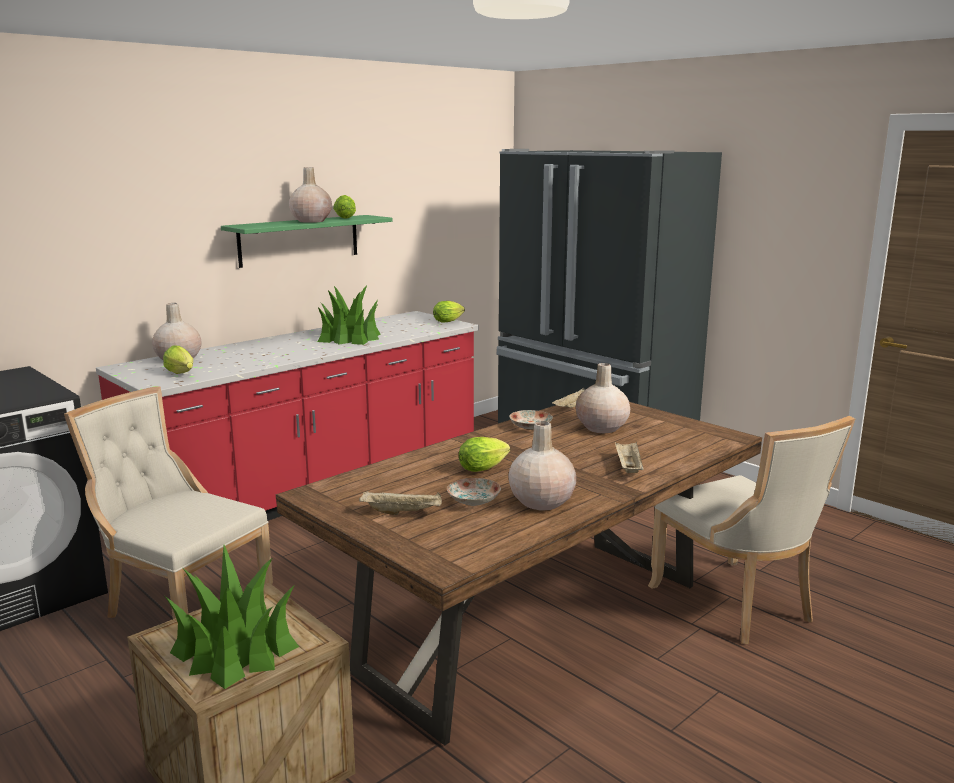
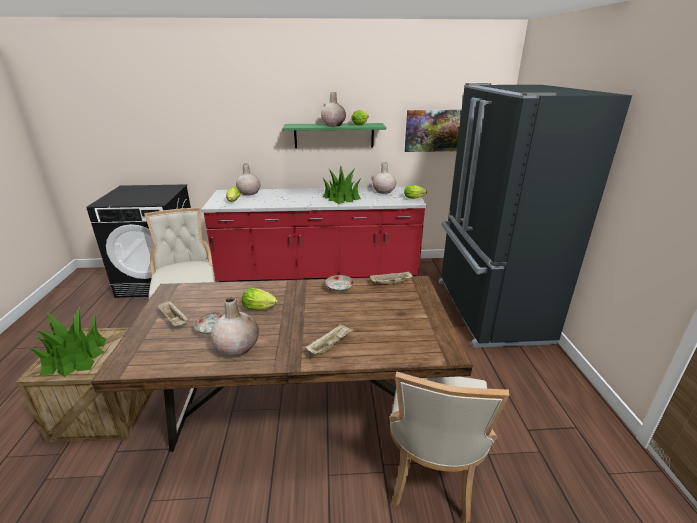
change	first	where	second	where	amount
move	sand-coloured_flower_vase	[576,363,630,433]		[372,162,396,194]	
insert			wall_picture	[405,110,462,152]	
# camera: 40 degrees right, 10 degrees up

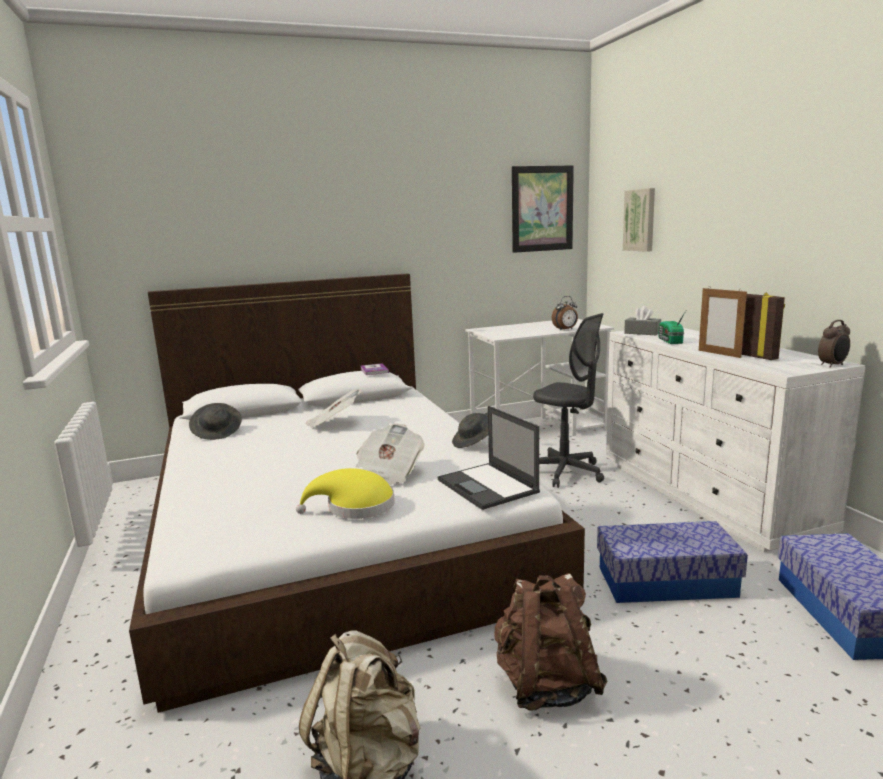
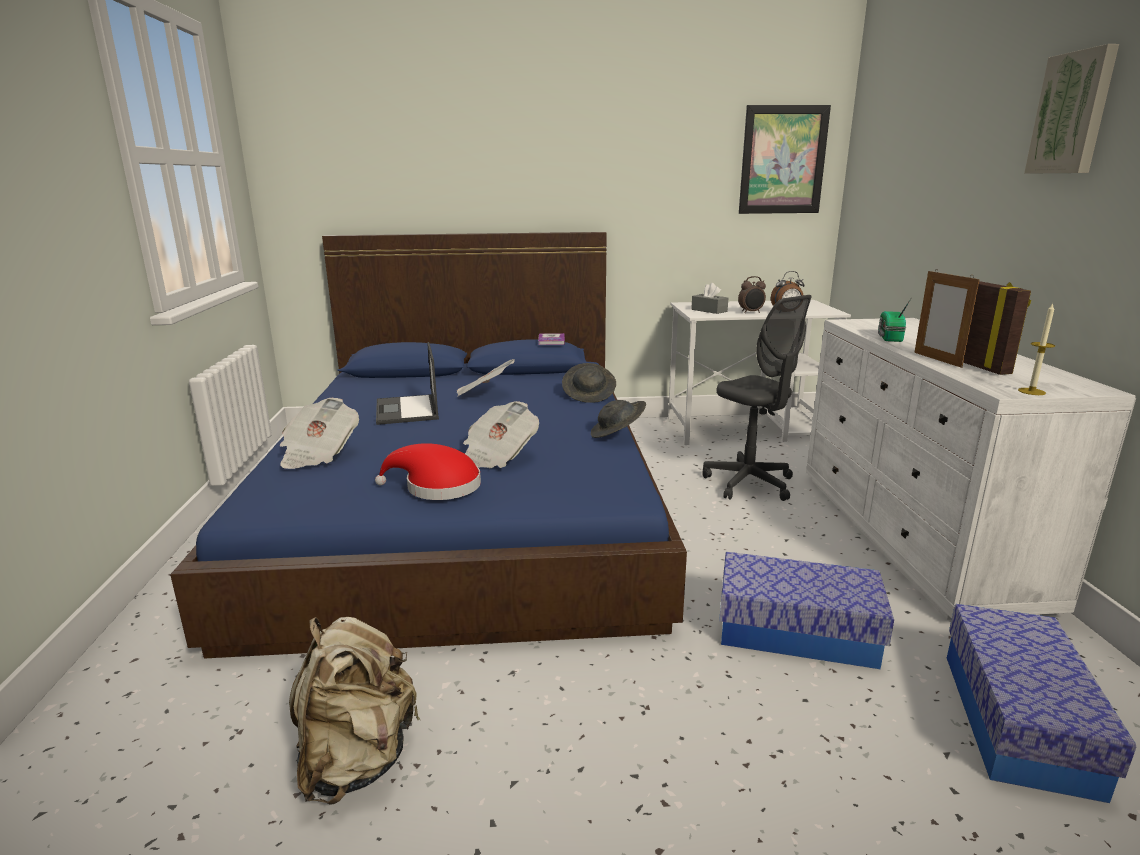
change	first	where	second	where	amount
move	wall_picture	[623,188,655,252]		[1024,44,1119,174]	
recolor	whitish_bed	[129,273,585,713]	blue-coloured_bed	[170,232,687,659]	
move	grey_box_of_tissues	[624,306,661,335]		[691,283,728,314]	
move	table_clock	[818,320,850,368]		[738,276,766,313]	
move	grey_wearable_hat	[189,403,242,440]		[562,363,616,403]	
move	laptop	[437,406,540,510]		[376,342,439,425]	
recolor	yellow_wearable_hat	[296,468,395,519]	red-coloured_wearable_hat	[375,443,481,500]	
delete	brownish_backpack	[494,573,608,711]			
insert			candle	[1018,303,1055,395]	
insert			daily_paper	[280,398,359,469]	
# camera: 15 degrees right, 5 degrees up

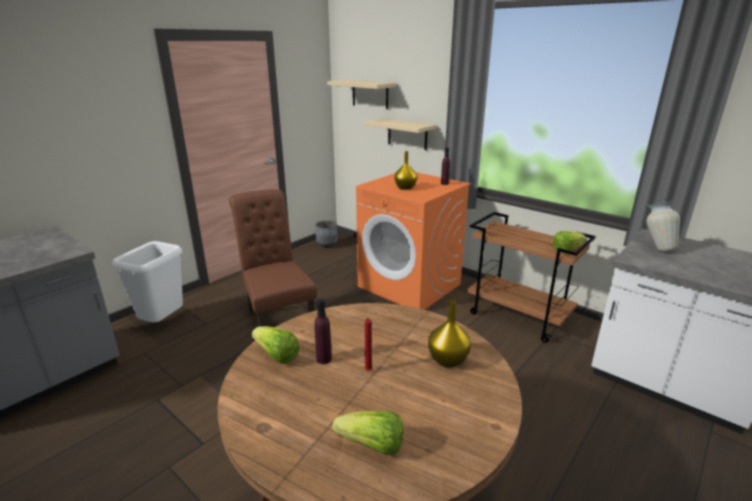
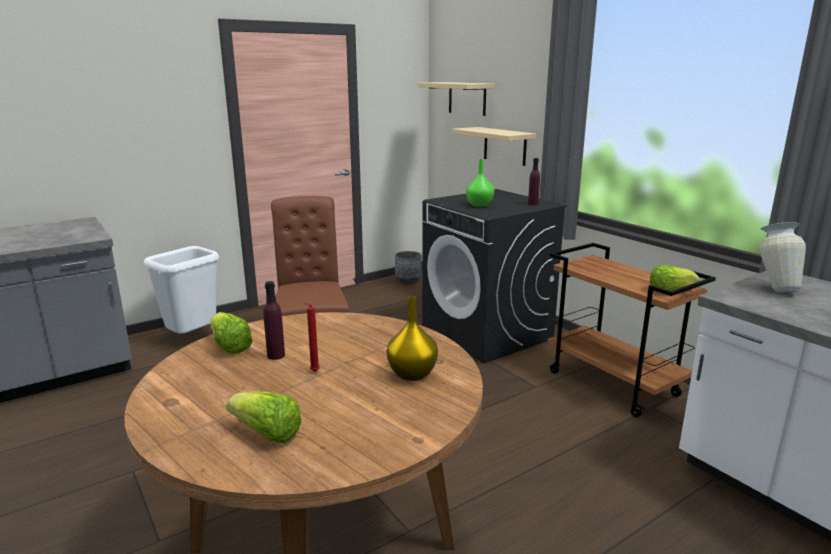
change	first	where	second	where	amount
recolor	yellow_flower_vase	[394,151,417,190]	green_flower_vase	[466,159,494,207]	
recolor	orange_washing_machine	[356,172,471,310]	black-coloured_washing_machine	[422,189,567,363]	
# camera: 15 degrees right, 5 degrees down

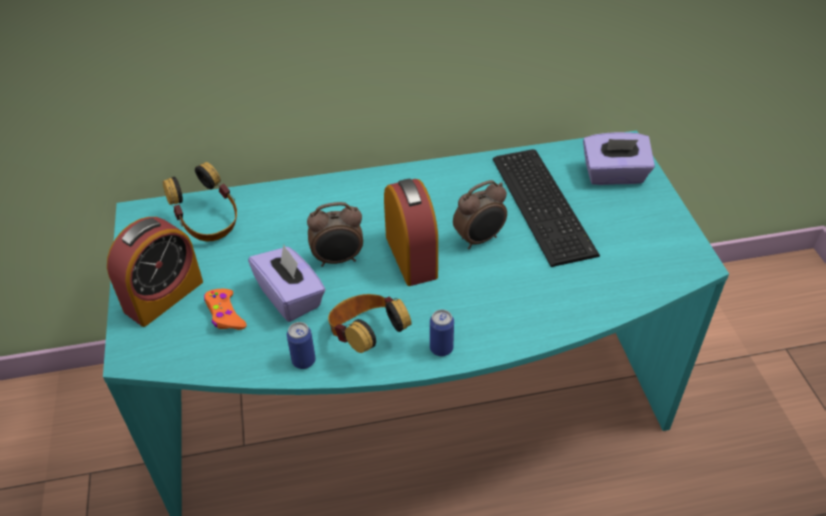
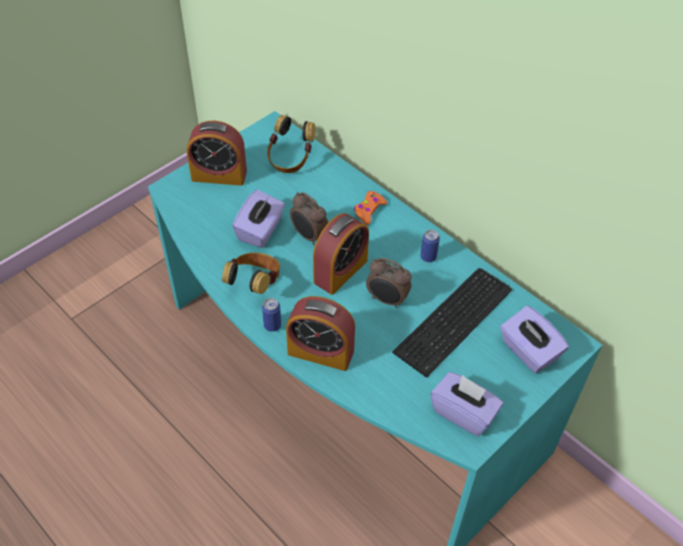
change	first	where	second	where	amount
move	orange_game_controller	[204,288,246,330]		[354,191,387,225]	
move	metal_can	[287,322,316,369]		[420,230,440,262]	
insert			table_clock	[286,296,355,371]	
insert			purplish_box_of_tissues	[431,372,503,436]	
# camera: 55 degrees right, 5 degrees up

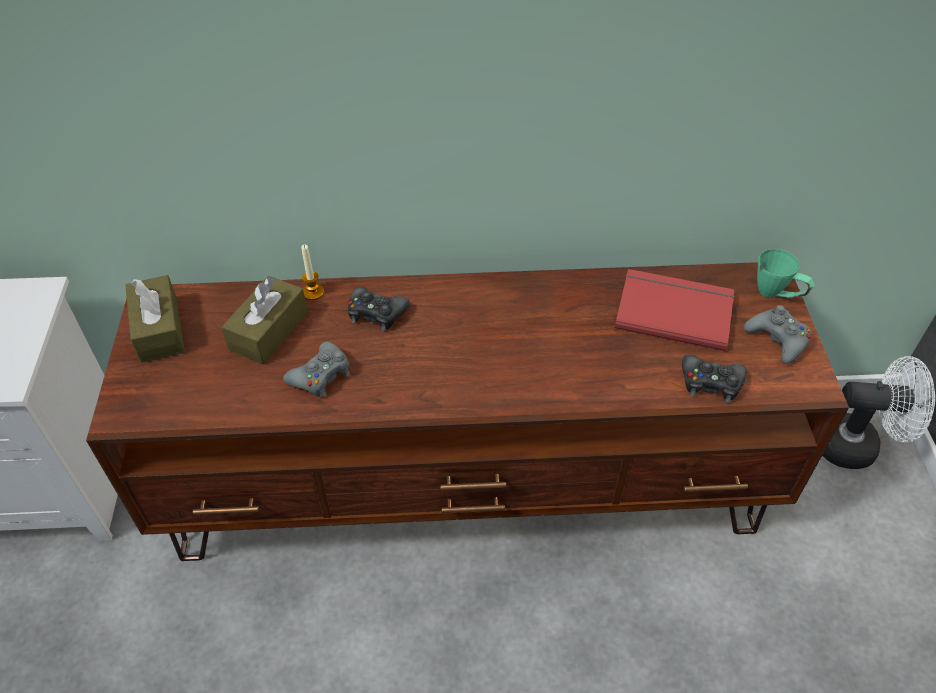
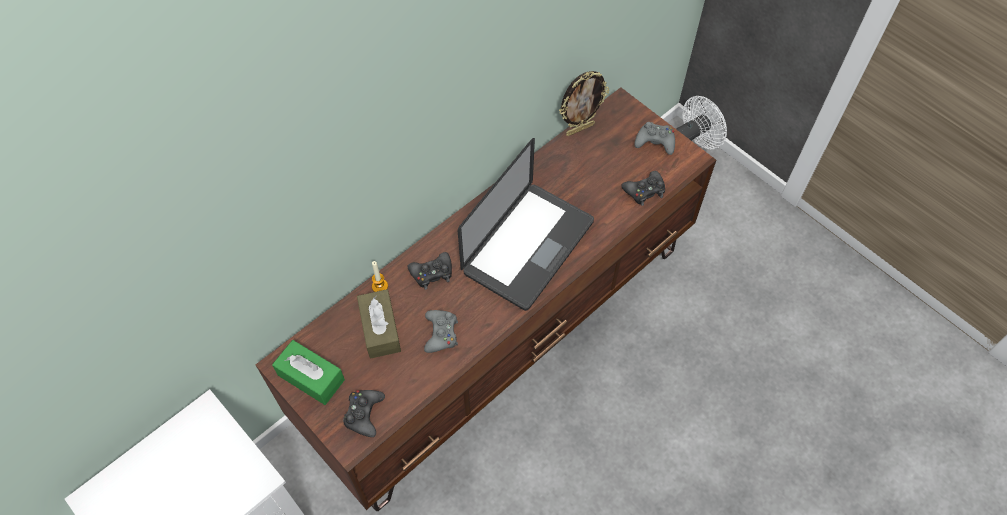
change	first	where	second	where	amount
delete	green_tea_mug	[757,249,815,299]			
delete	red-coloured_book	[615,269,734,351]			
recolor	brownish_box_of_tissues	[125,275,185,363]	green_box_of_tissues	[272,340,345,405]	
insert			standing_frame	[559,71,609,136]	
insert			laptop	[458,138,594,311]	
insert			black-coloured_game_controller	[343,390,385,437]	
# camera: 40 degrees left, 10 degrees up

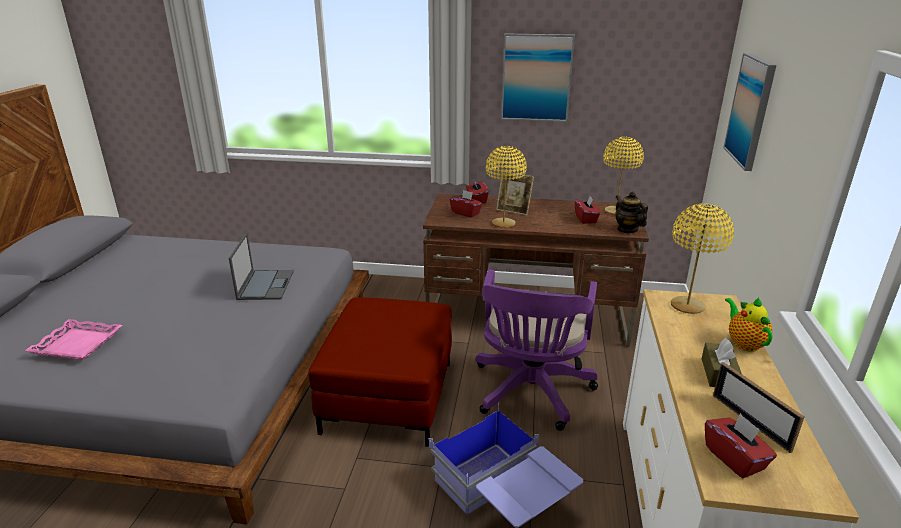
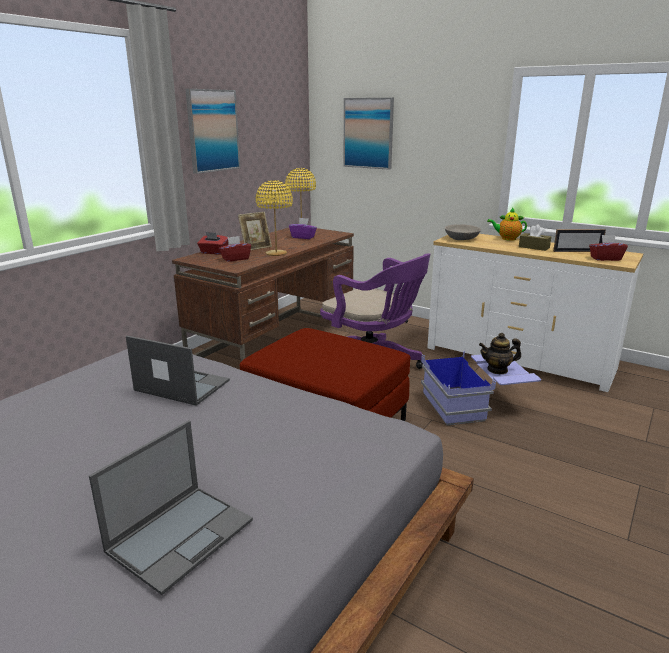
change	first	where	second	where	amount
move	pot_for_tea	[615,191,648,233]		[479,333,521,374]	
recolor	red-coloured_box_of_tissues	[575,196,600,224]	purplish_box_of_tissues	[289,218,317,239]	
replace	yellow_tabletop_lamp	[671,203,734,314]	grey_deep_dish	[445,224,481,240]	
replace	pink_serving_tray	[25,319,123,360]	laptop	[89,420,253,595]	
# camera: 65 degrees left, 5 degrees down

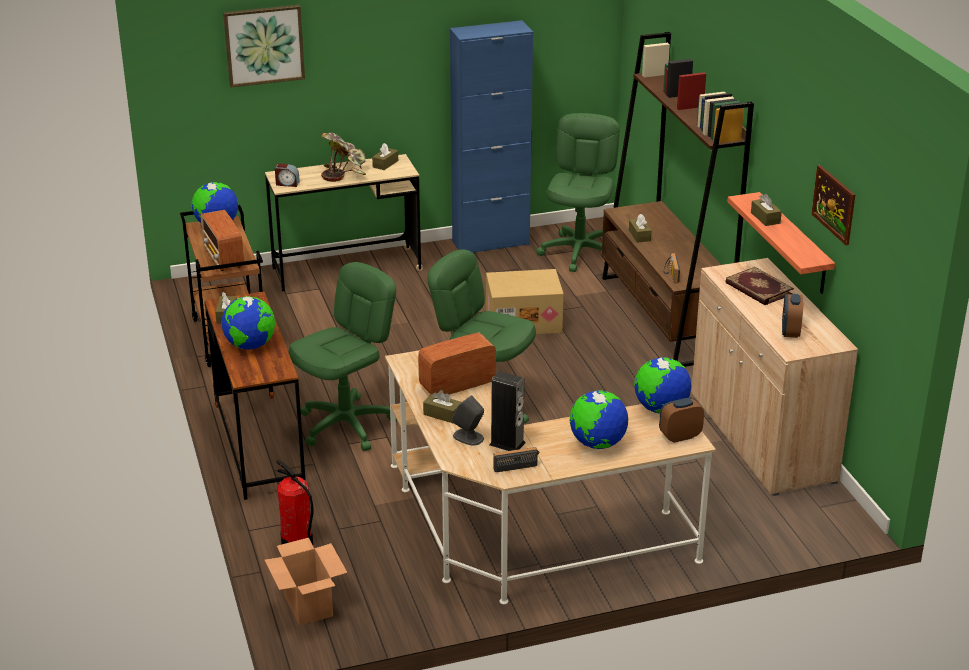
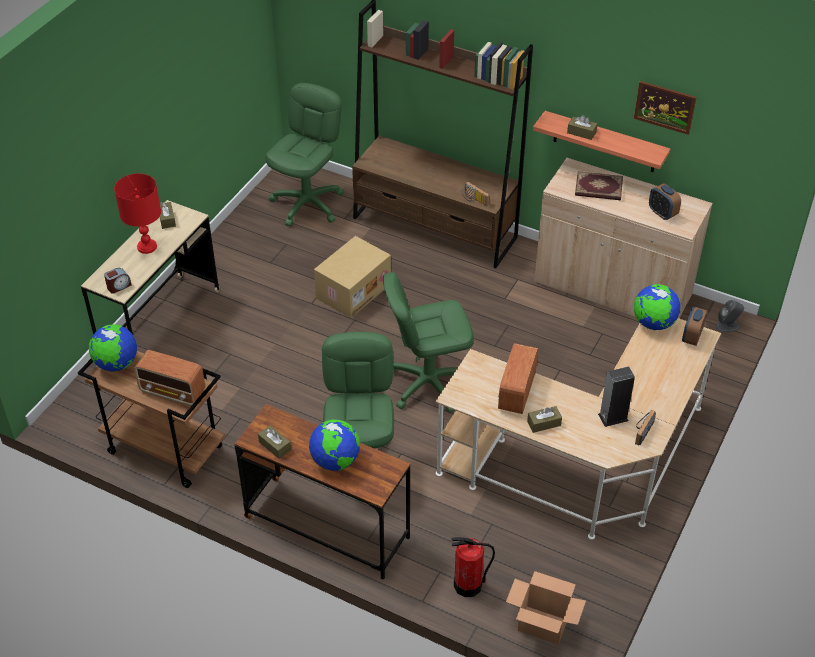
change	first	where	second	where	amount
delete	wall_picture	[223,5,305,88]			
delete	blue-coloured_storage_cabinet	[450,20,533,253]			
rotate	green_office_chair	[536,113,620,272]		[265,83,344,226]	60 degrees clockwise
replace	plant_in_a_pot	[321,132,366,182]	red-coloured_tabletop_lamp	[114,174,161,254]	
delete	brownish_box_of_tissues	[629,214,651,243]			
delete	world_globe	[569,390,628,449]			
move	grey_loudspeaker	[452,395,484,446]		[716,300,744,332]	
# camera: 45 degrees left, 15 degrees up

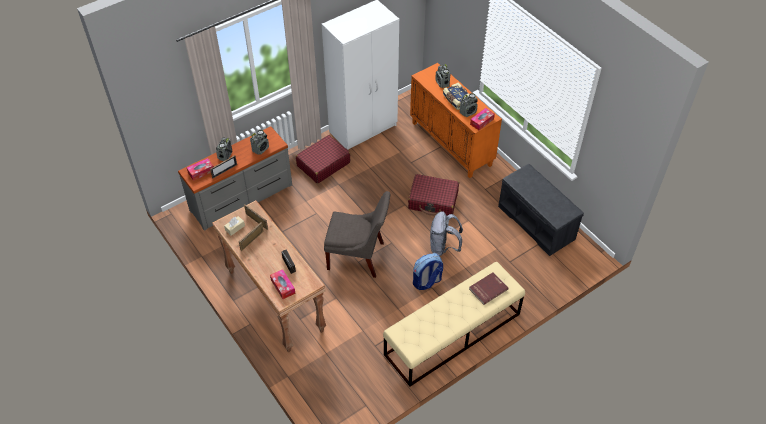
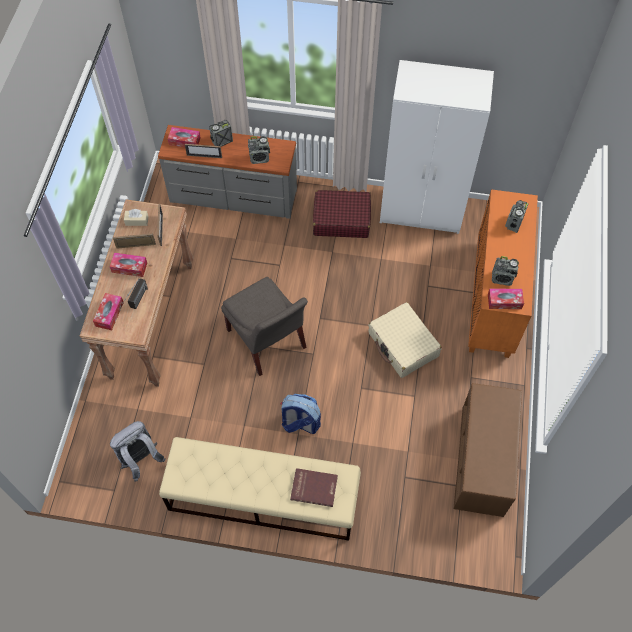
change	first	where	second	where	amount
delete	book	[443,82,469,110]			
recolor	grey_long_seat	[498,164,584,256]	brownish_long_seat	[453,383,522,517]	
recolor	red-coloured_travel_case	[408,174,459,216]	sand-coloured_travel_case	[368,302,442,378]	
move	grey_backpack	[430,211,463,256]		[110,421,165,481]	
insert			box_of_tissues	[110,253,147,277]	
# camera: 45 degrees right, 10 degrees up

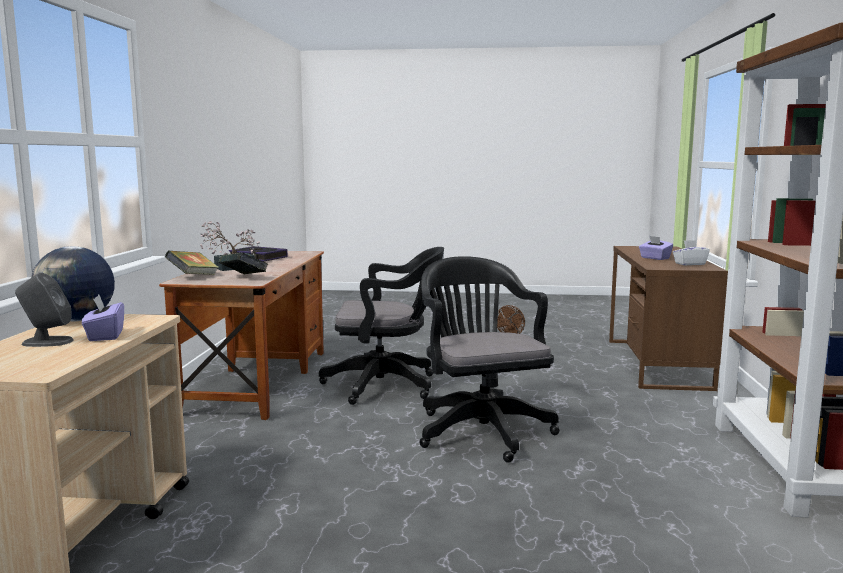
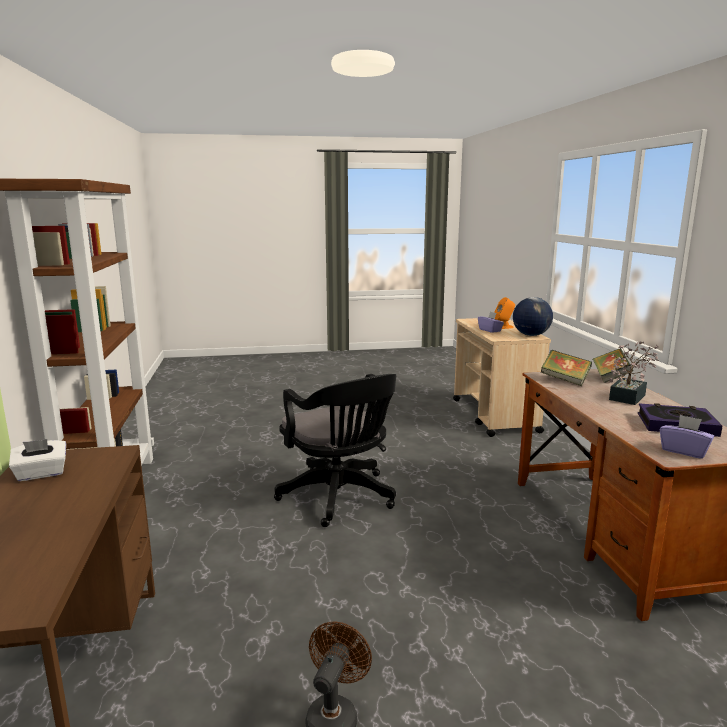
change	first	where	second	where	amount
move	purplish_box_of_tissues	[639,236,673,260]		[660,415,714,459]	
delete	black-coloured_office_chair	[319,247,444,405]			
recolor	grey_loudspeaker	[15,273,74,347]	orange_loudspeaker	[494,297,515,329]	
# camera: 165 degrees right, 5 degrees up

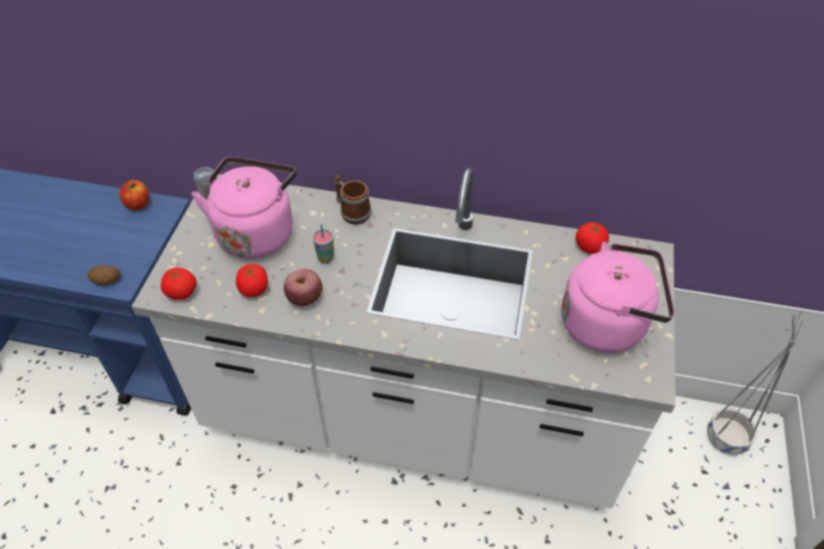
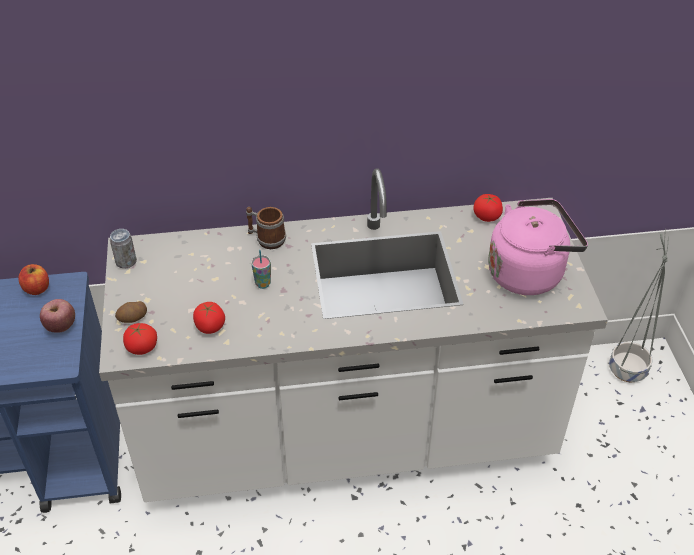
change	first	where	second	where	amount
delete	pink_water_kettle	[192,157,297,259]			
move	spud	[88,265,120,285]		[115,301,147,323]	
move	whole_apple	[284,269,323,306]		[40,299,75,333]	
# camera: 20 degrees left, 5 degrees down

